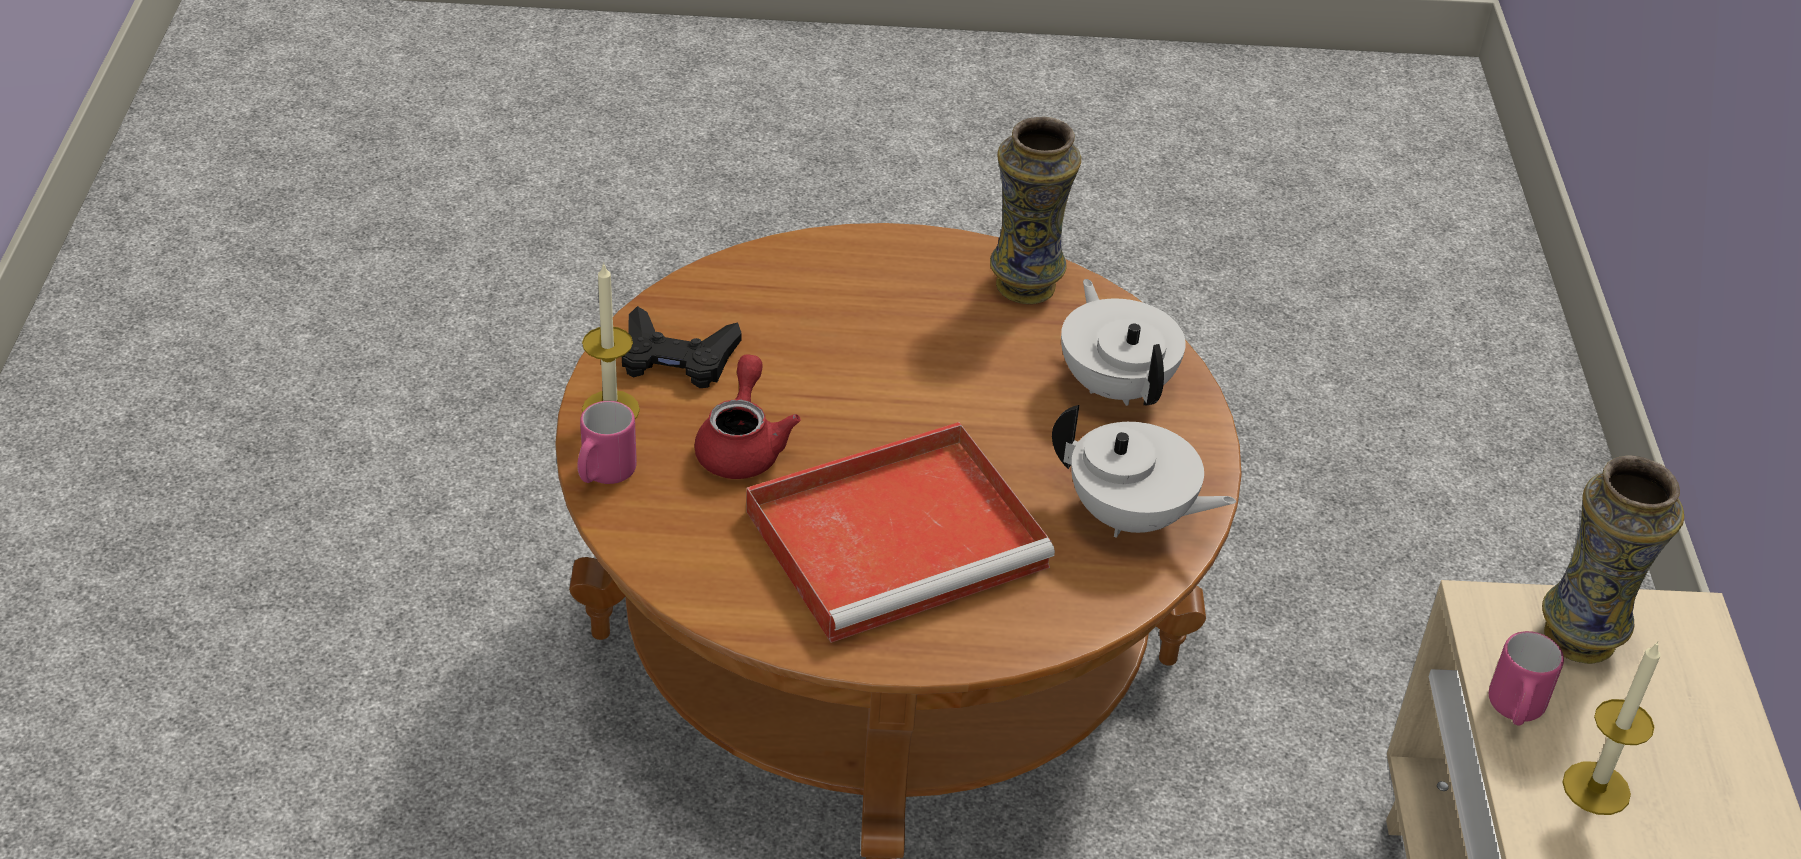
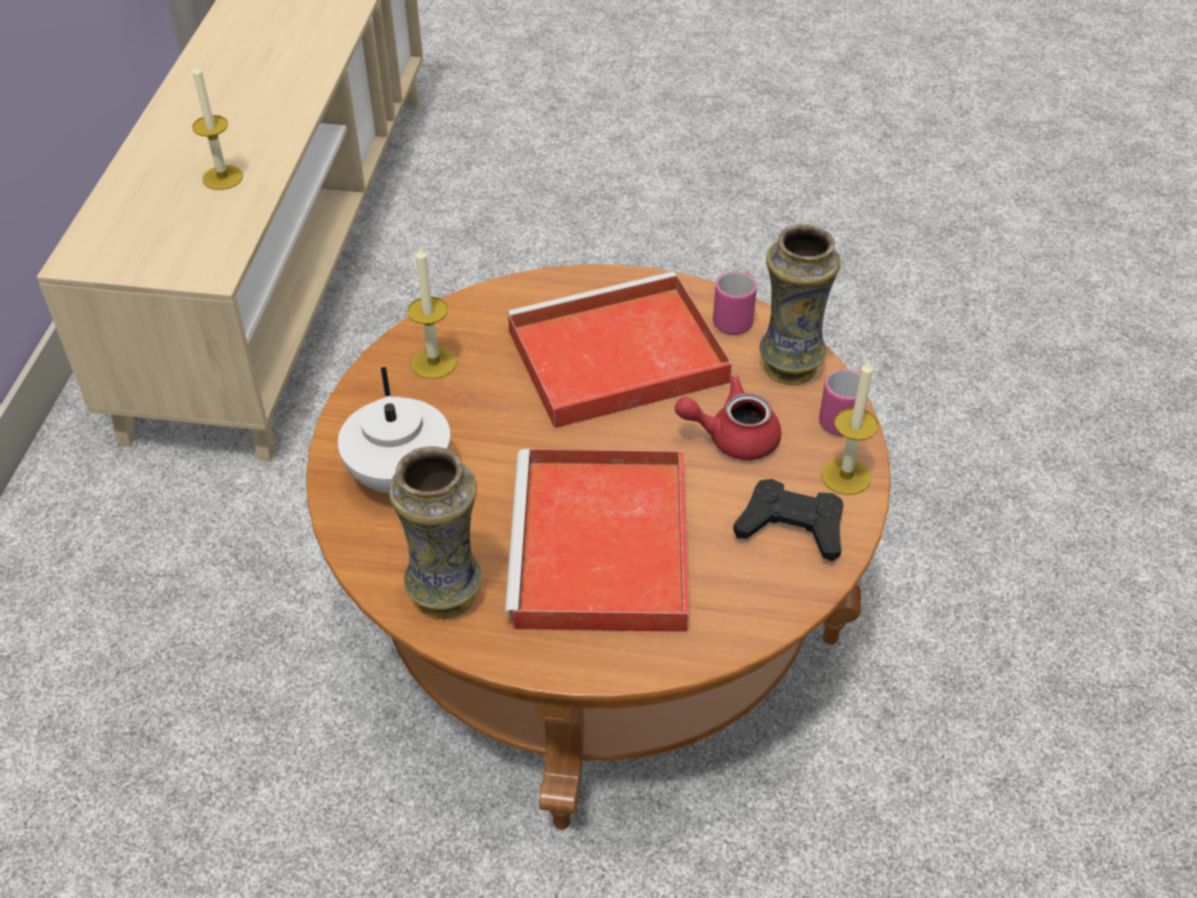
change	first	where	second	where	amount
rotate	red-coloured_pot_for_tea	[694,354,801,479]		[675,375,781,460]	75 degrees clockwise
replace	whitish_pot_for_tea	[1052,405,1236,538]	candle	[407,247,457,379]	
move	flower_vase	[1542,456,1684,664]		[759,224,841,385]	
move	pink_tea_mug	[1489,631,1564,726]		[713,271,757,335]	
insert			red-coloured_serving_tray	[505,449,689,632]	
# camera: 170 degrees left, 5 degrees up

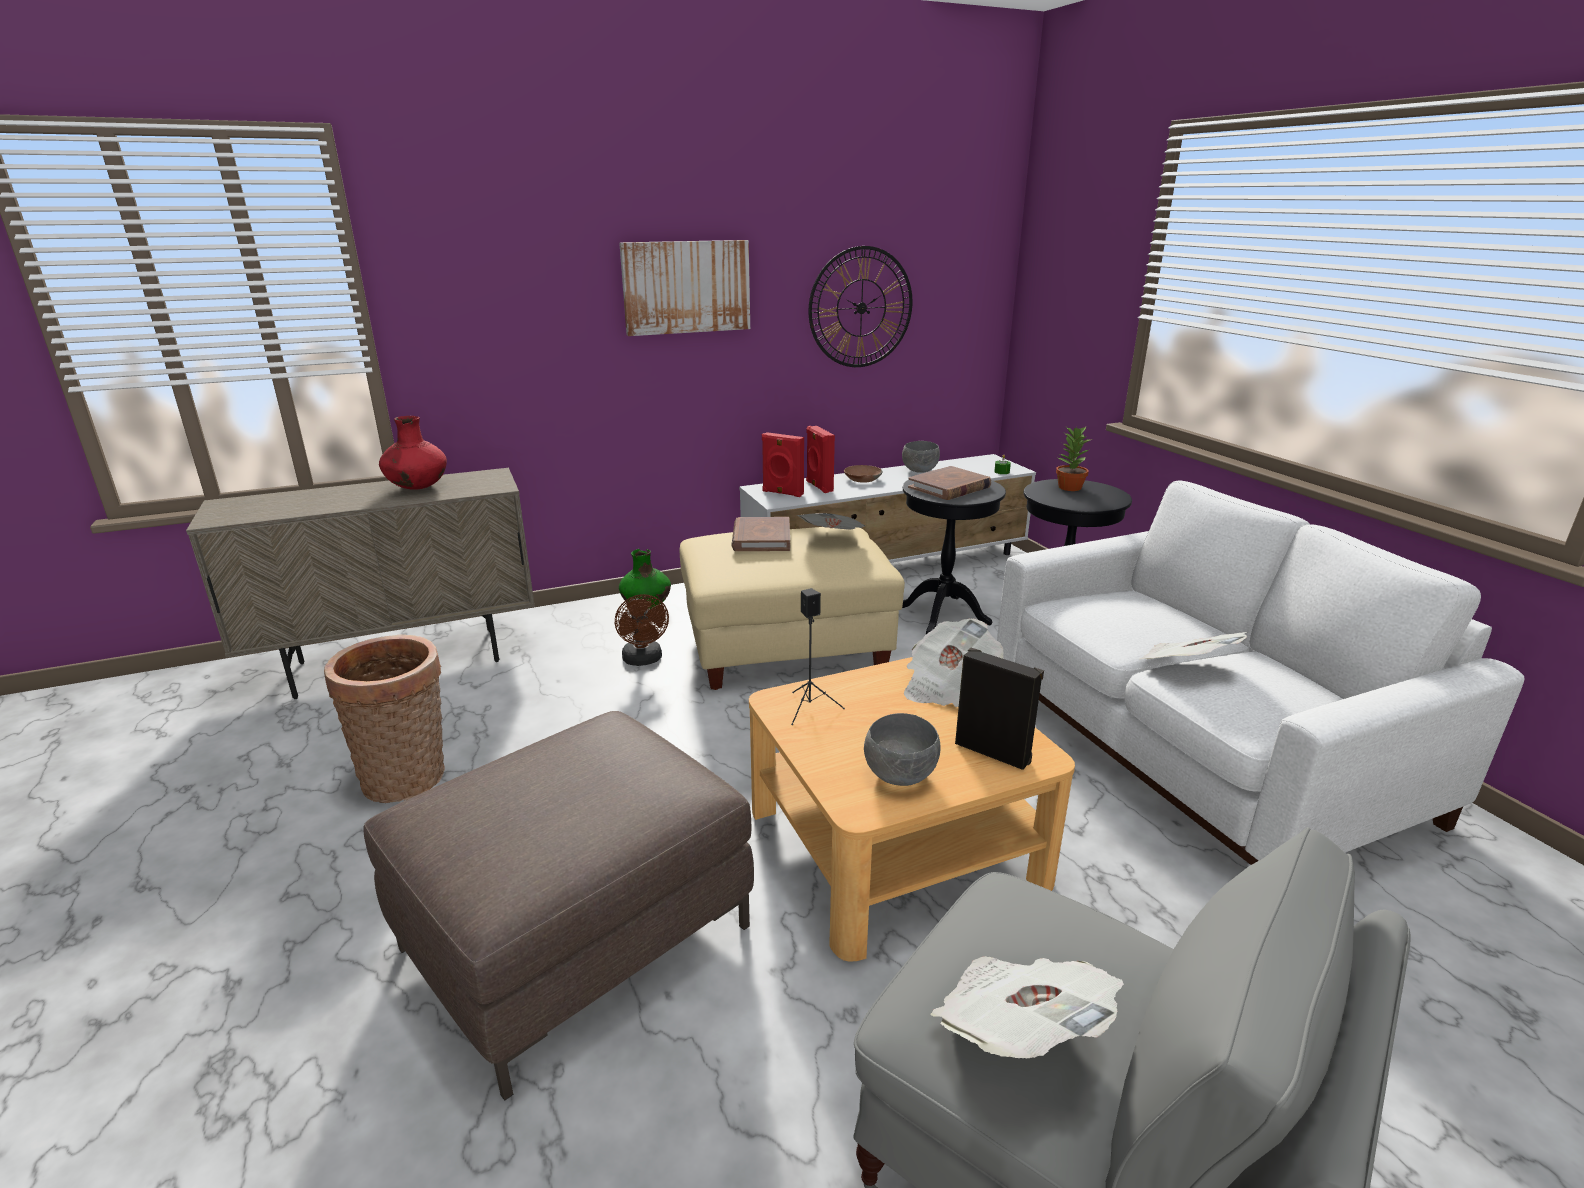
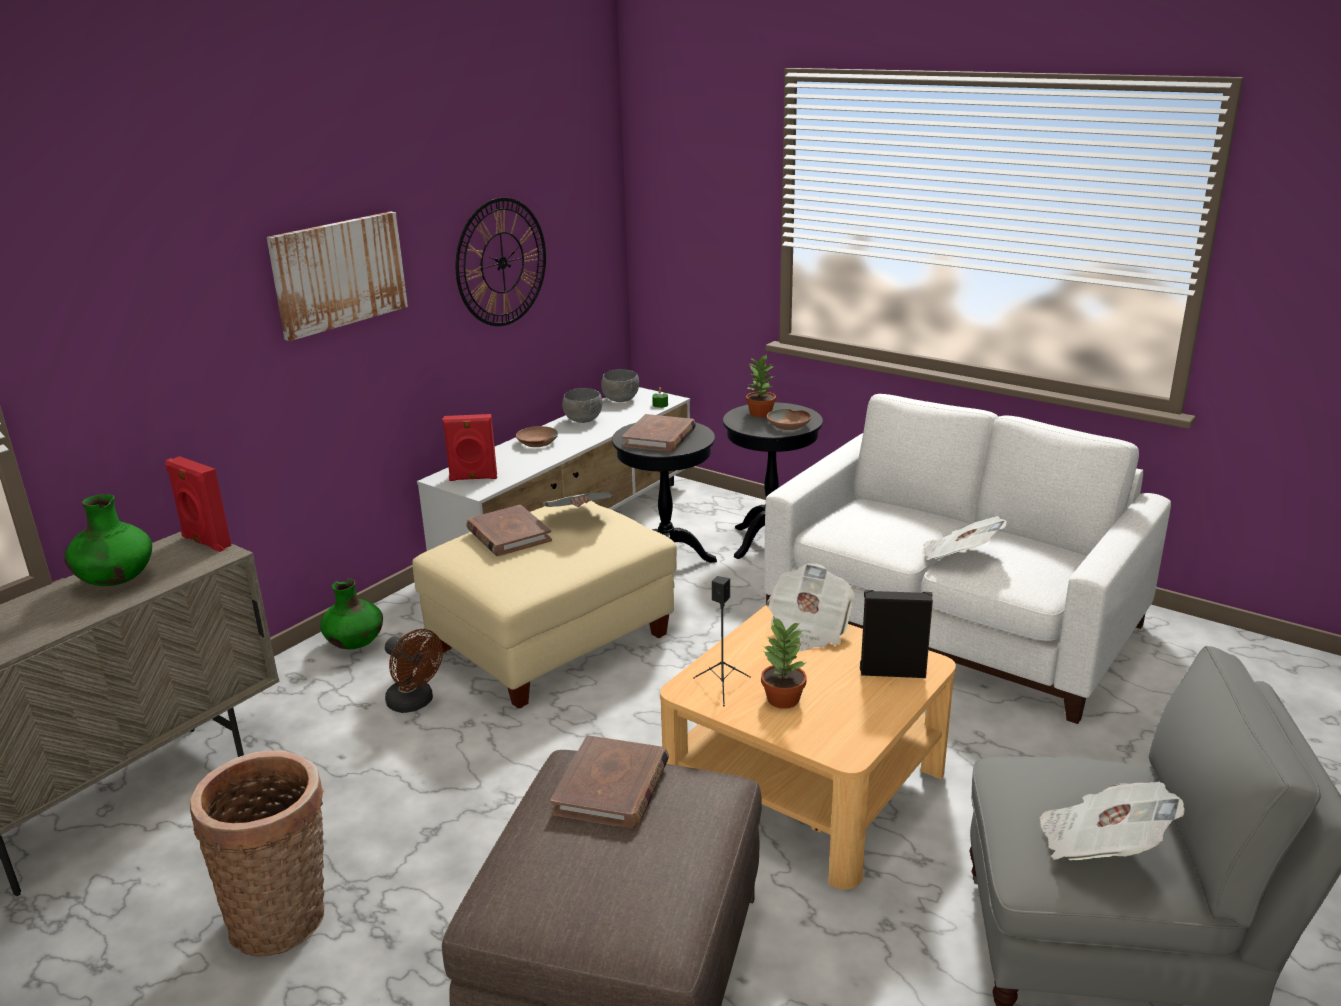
change	first	where	second	where	amount
recolor	red-coloured_flower_vase	[379,416,447,490]	green_flower_vase	[64,494,152,586]	
move	red-coloured_loudspeaker	[806,426,835,493]		[165,456,232,552]	
move	grey_deep_dish	[864,713,941,786]		[601,369,639,402]	
insert			brownish_deep_dish	[767,408,811,430]	
insert			plant_in_a_pot	[761,616,807,709]	
insert			brownish_book	[551,735,669,829]	
# camera: 30 degrees left, 0 degrees up

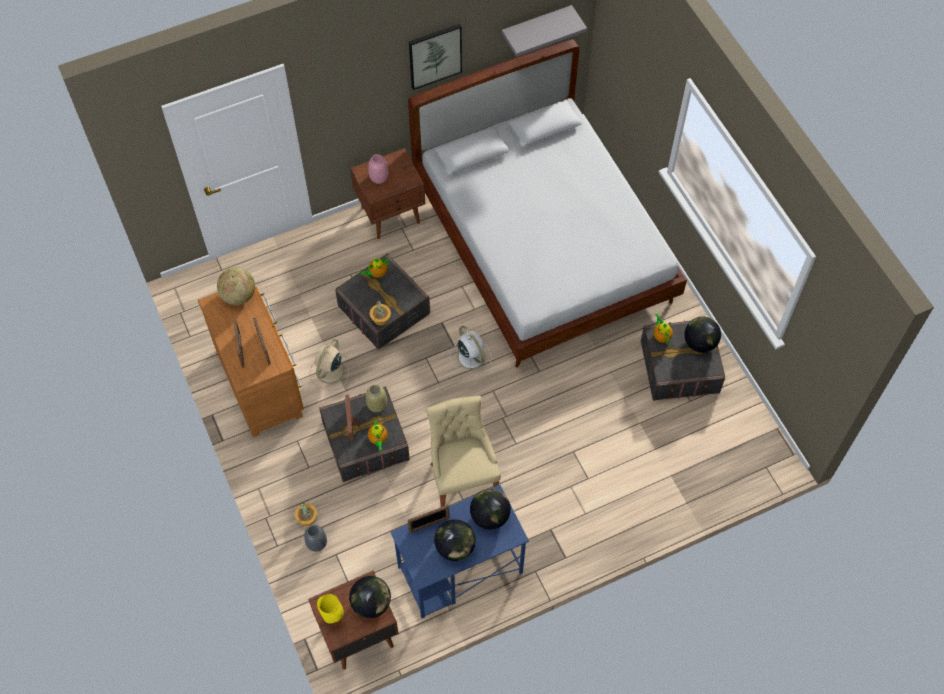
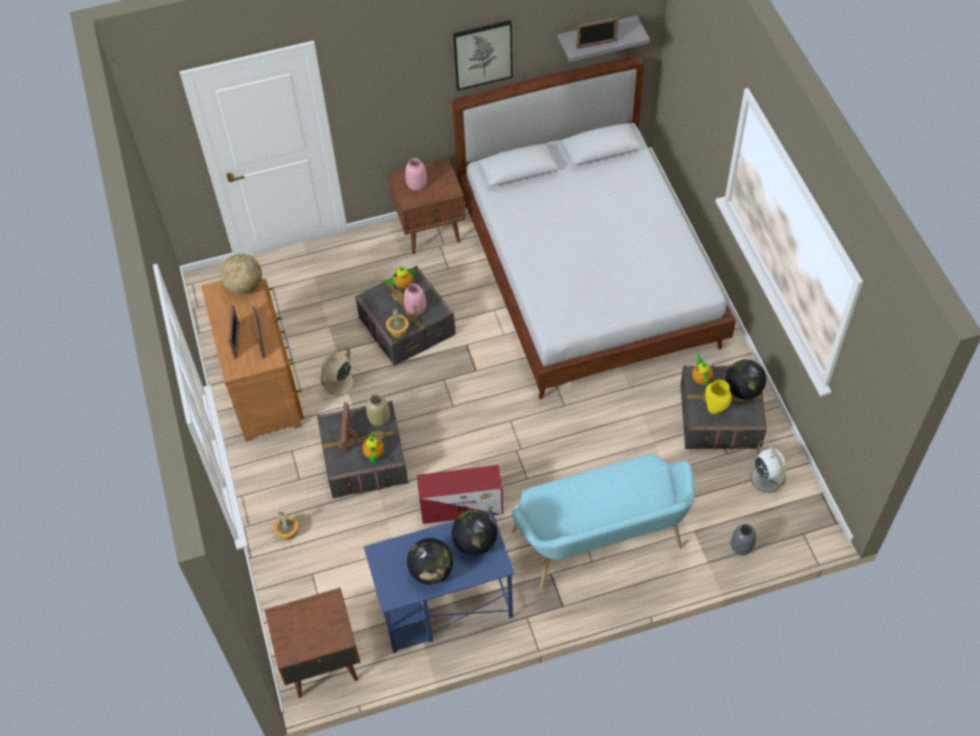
change	first	where	second	where	amount
move	whitish_cooling_fan	[449,326,492,376]		[741,441,790,501]	
replace	sand-coloured_upright_chair	[426,396,501,507]	red-coloured_storage_bin	[417,465,503,524]	
move	standing_frame	[407,505,450,533]		[576,17,618,49]	
move	grey_flower_vase	[304,525,327,552]		[731,524,756,555]	
delete	world_globe	[349,576,391,618]			
move	yellow_flower_vase	[317,594,344,624]		[705,380,732,414]	
insert			pink_flower_vase	[404,284,426,316]	
insert			turquoise_long_seat	[512,454,695,590]	
# camera: 10 degrees right, 5 degrees down

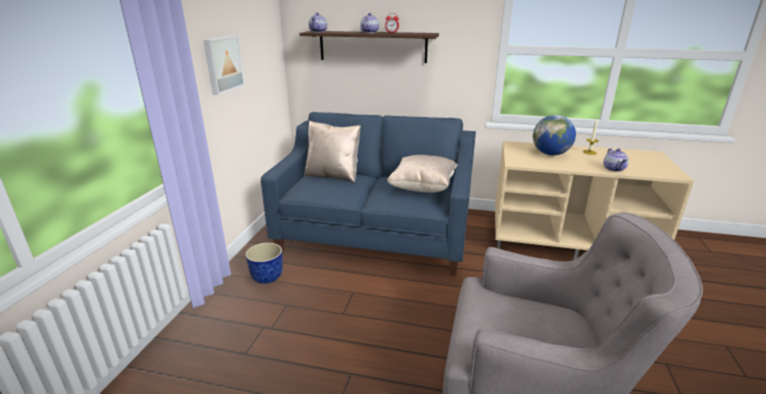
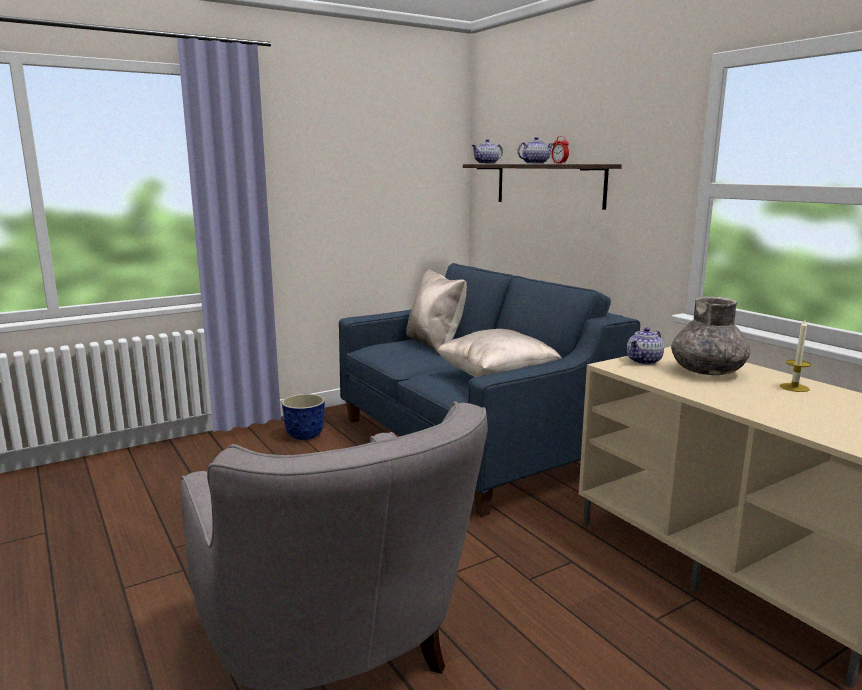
change	first	where	second	where	amount
delete	wall_picture	[204,35,245,95]			
replace	world_globe	[533,115,576,155]	grey_flower_vase	[671,296,751,375]	
move	pot_for_tea	[603,148,629,172]		[627,327,664,365]	
# camera: 45 degrees right, 10 degrees down

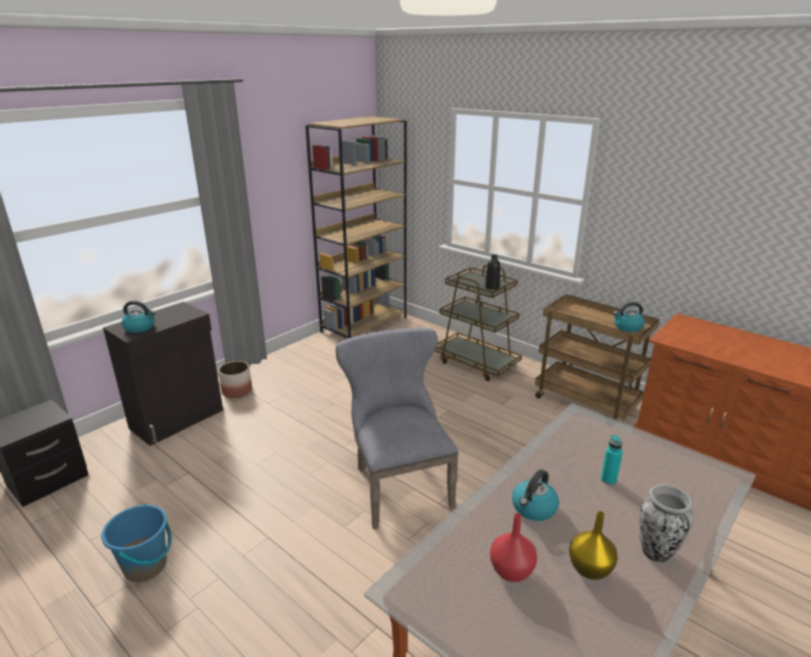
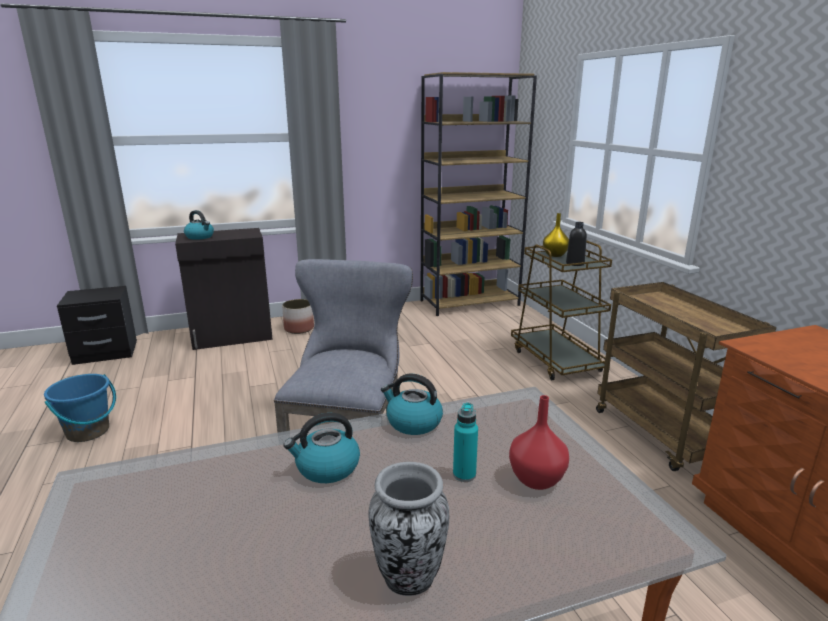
change	first	where	second	where	amount
move	water_kettle	[613,302,645,332]		[381,373,443,435]	
move	yellow_flower_vase	[569,511,618,580]		[543,213,569,257]	
move	red-coloured_flower_vase	[490,513,537,582]		[509,395,569,490]	
# camera: 30 degrees right, 5 degrees down

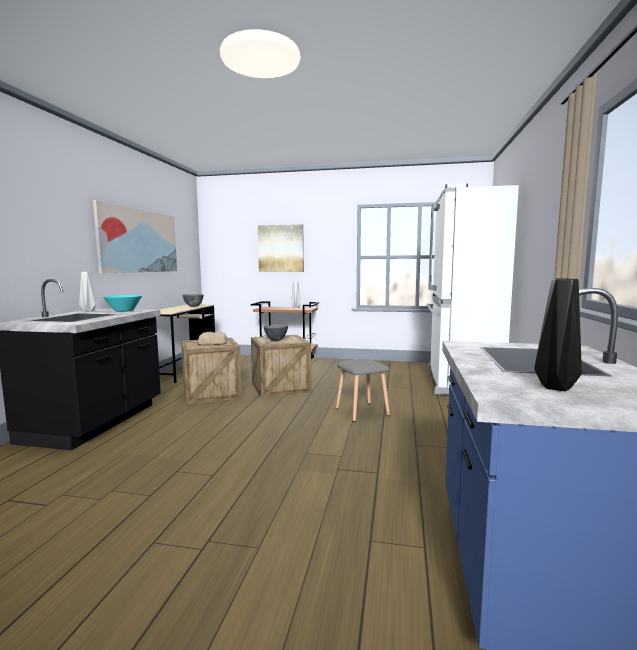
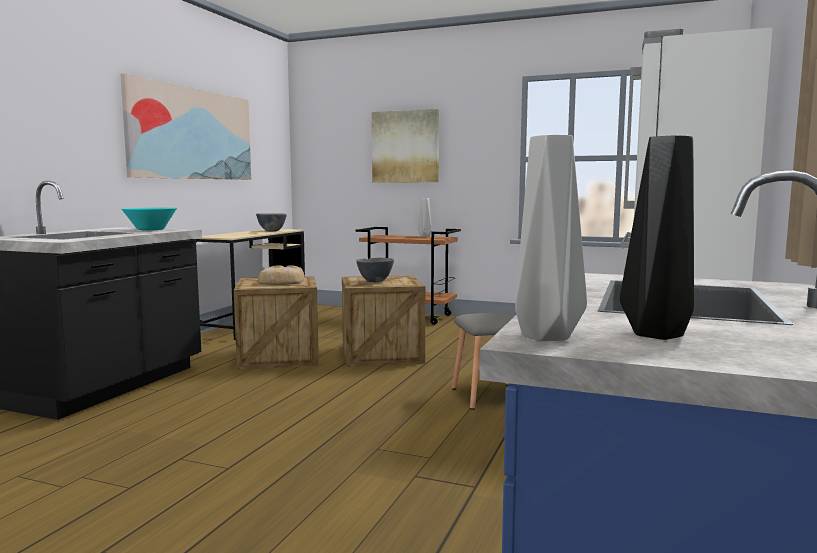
change	first	where	second	where	amount
move	grey_flower_vase	[79,272,96,312]		[515,135,587,341]	
# camera: 10 degrees right, 0 degrees up

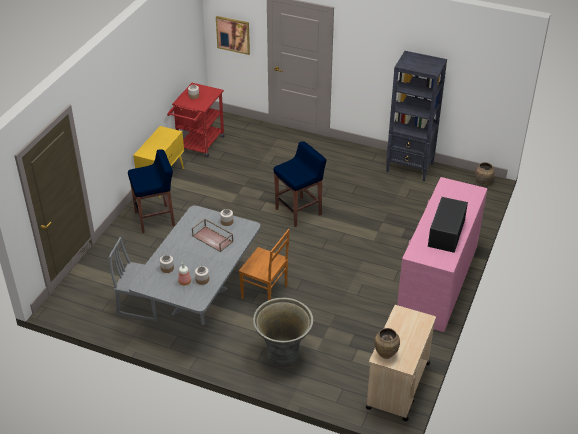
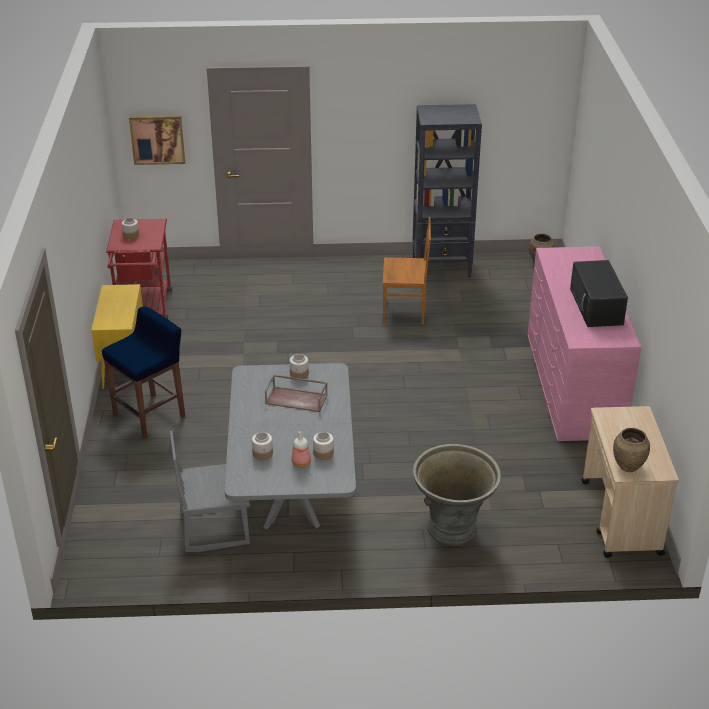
change	first	where	second	where	amount
delete	blue-coloured_stool	[274,141,327,227]			
move	brownish_upright_chair	[239,229,290,300]		[383,217,431,324]	
# camera: 25 degrees left, 5 degrees down

